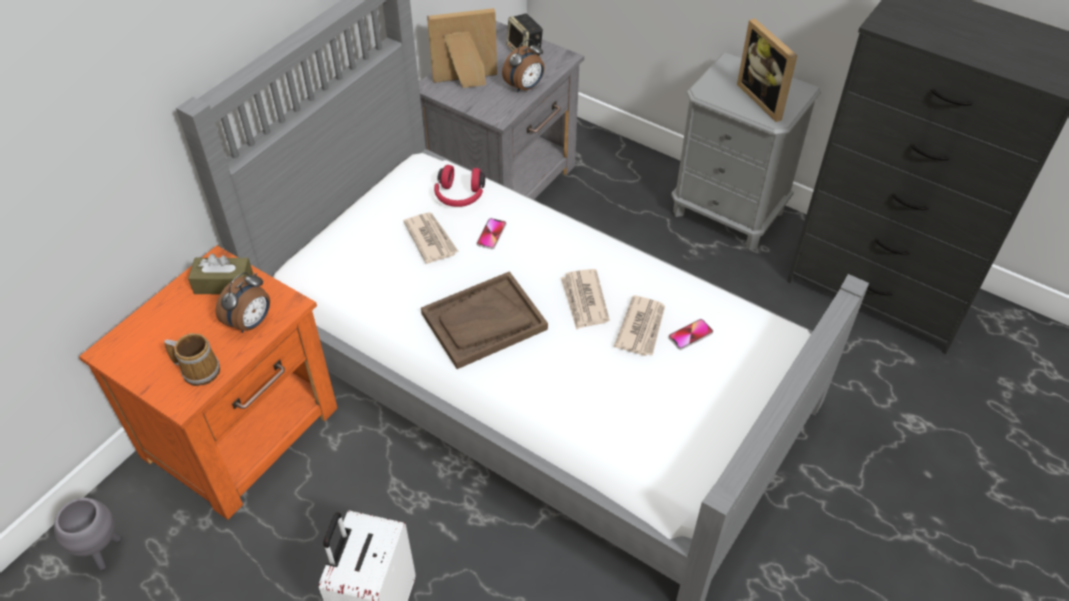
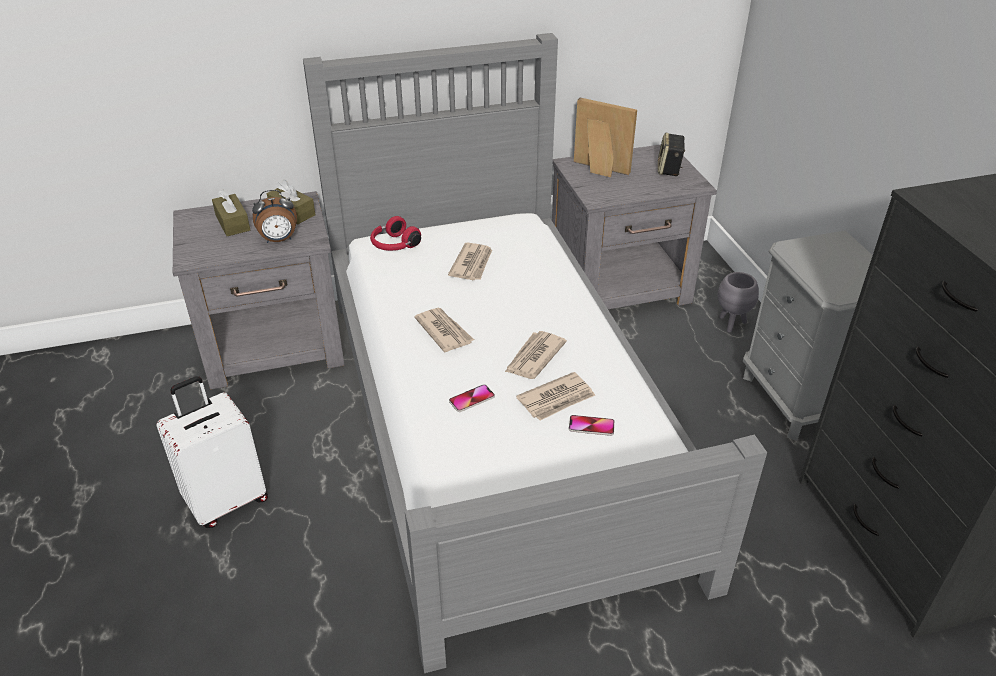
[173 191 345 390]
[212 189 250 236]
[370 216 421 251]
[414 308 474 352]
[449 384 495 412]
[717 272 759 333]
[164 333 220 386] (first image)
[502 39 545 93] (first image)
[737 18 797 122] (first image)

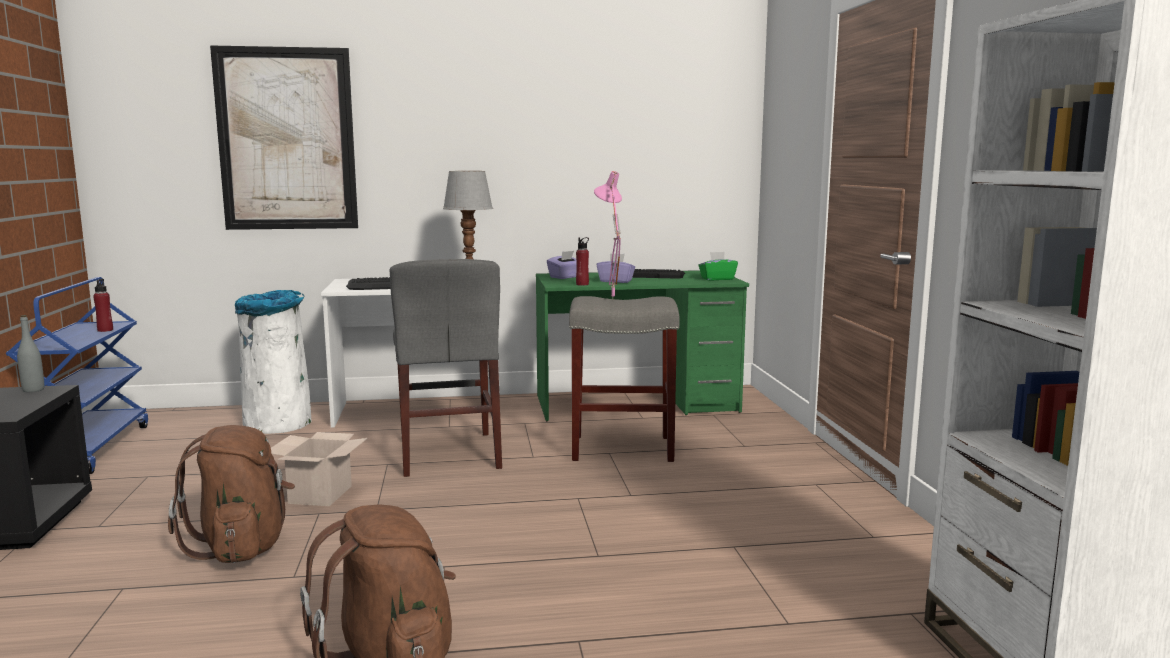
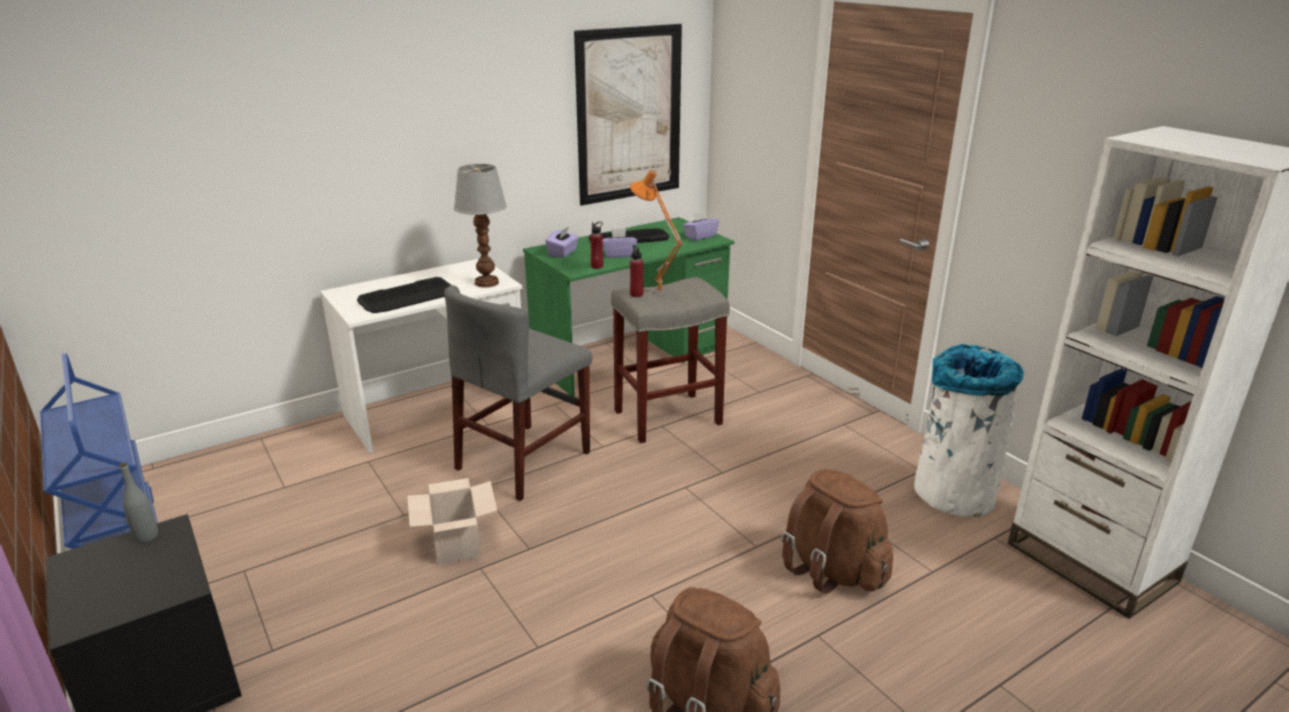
[444 285 592 501]
[574 24 682 206]
[630 170 683 294]
[630 245 644 297]
[683 210 719 241]
[782 469 893 594]
[914 344 1024 517]

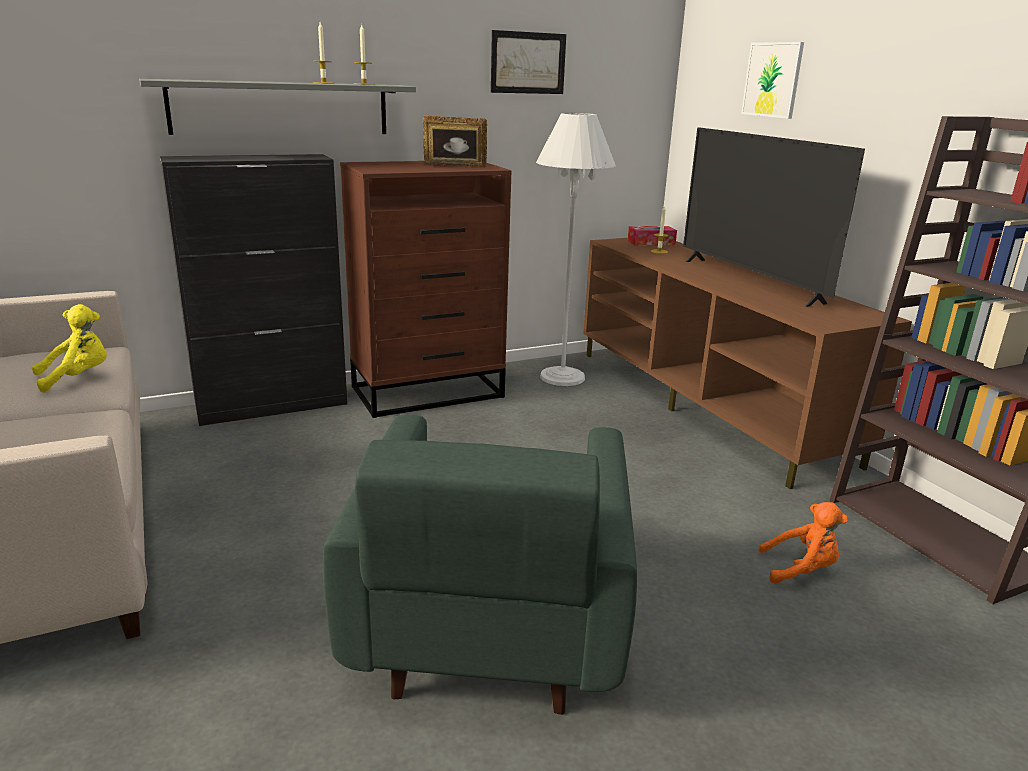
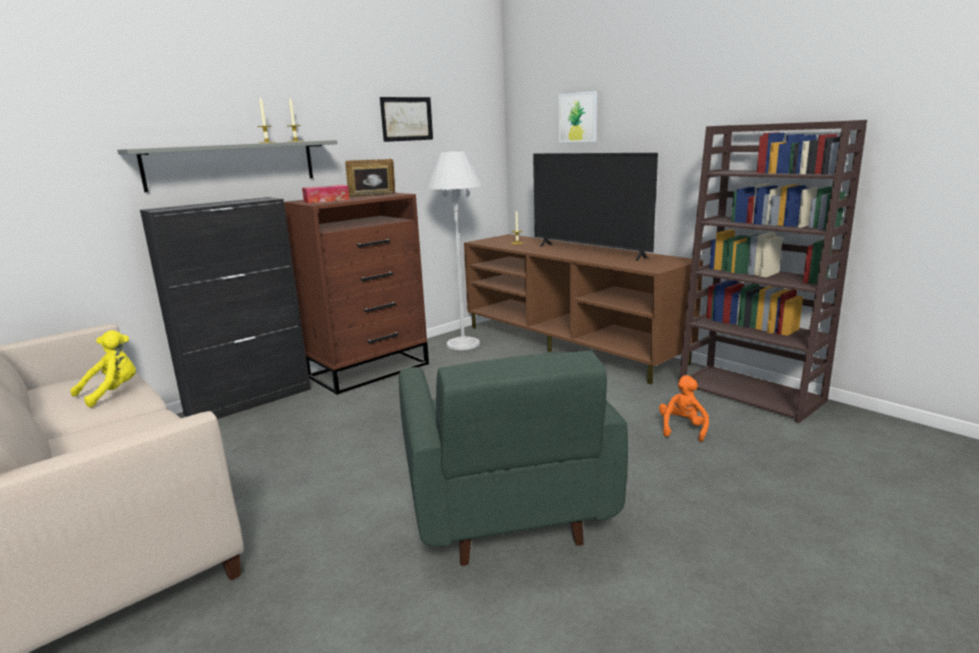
[302 185 349 204]
[659 375 709 442]

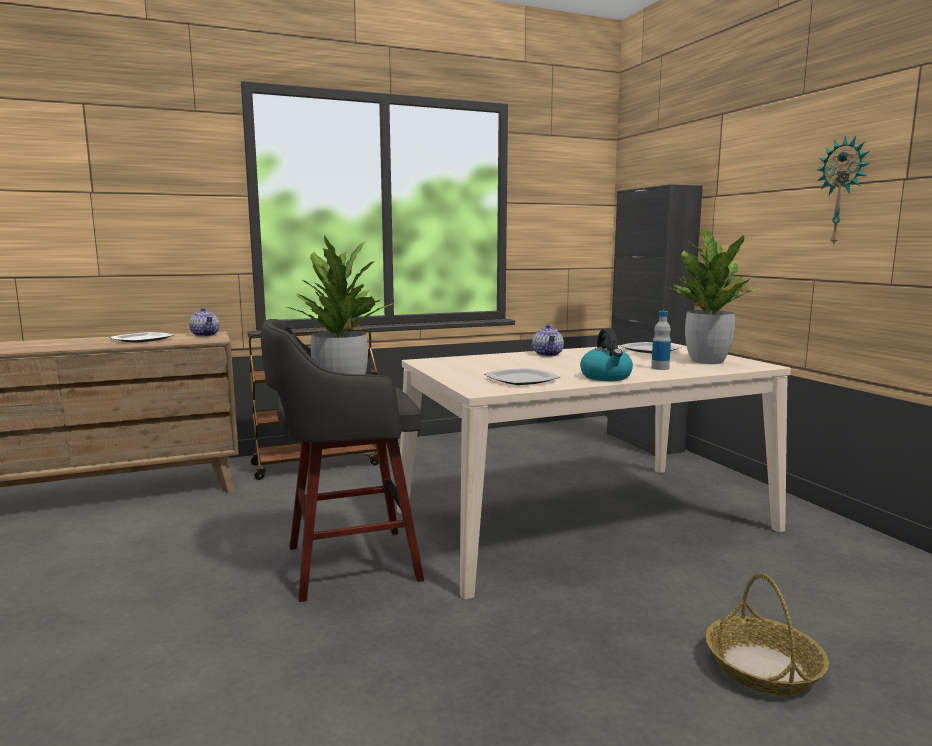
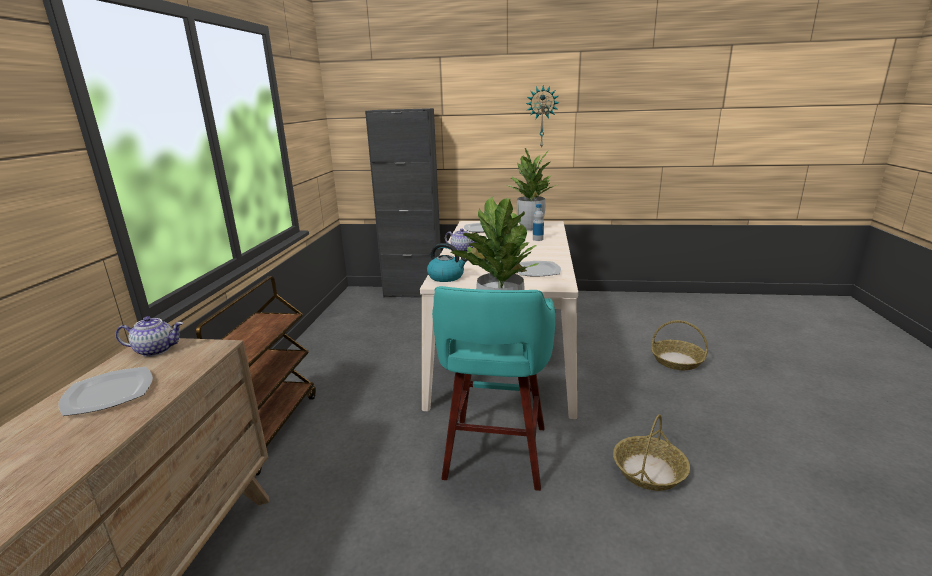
[427 243 467 282]
[432 286 555 491]
[613 414 690 491]

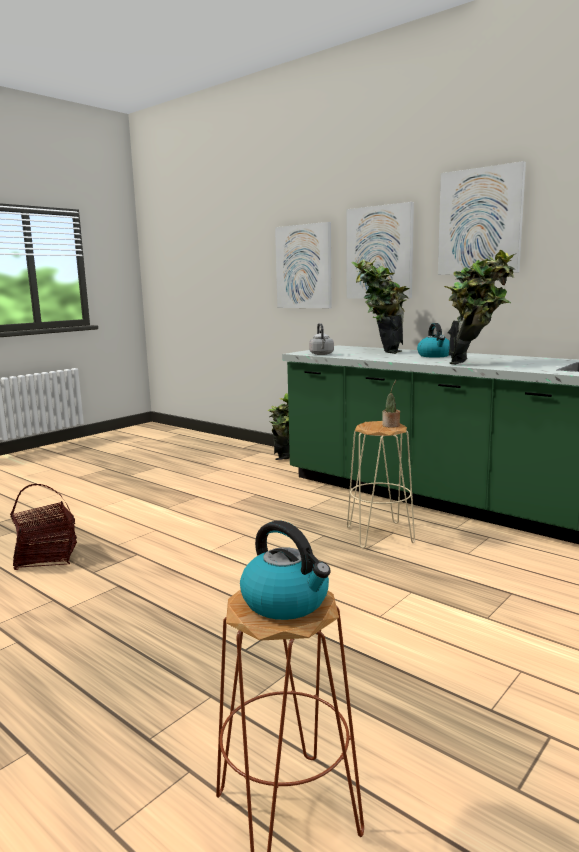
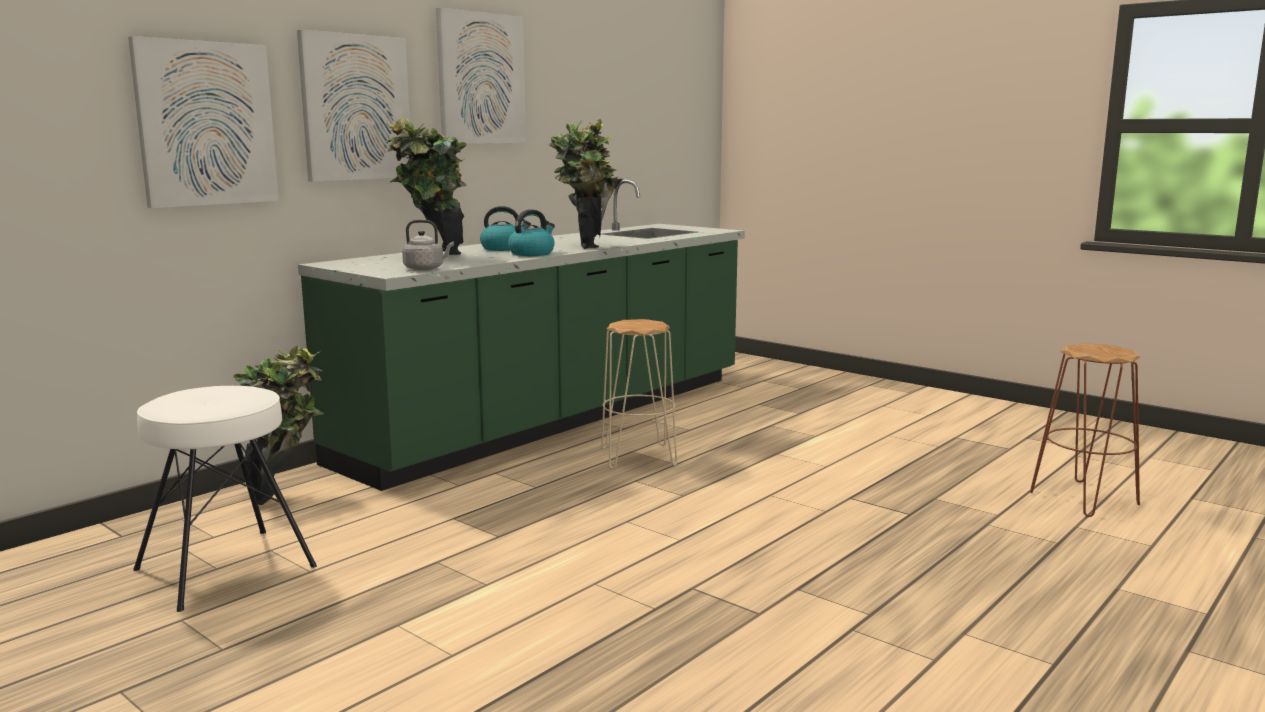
[133 386 317 612]
[508 209 555 256]
[10 484 77 570] (first image)
[382 380 400 428] (first image)

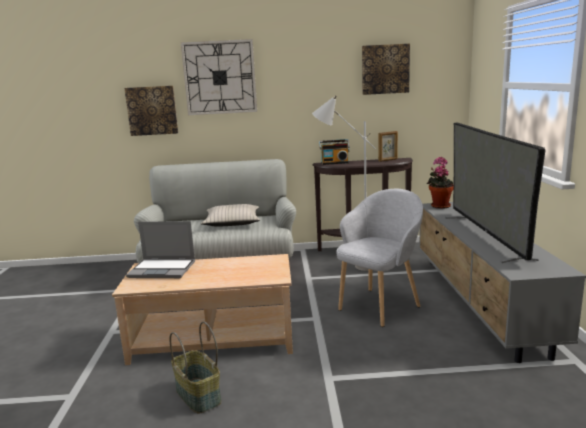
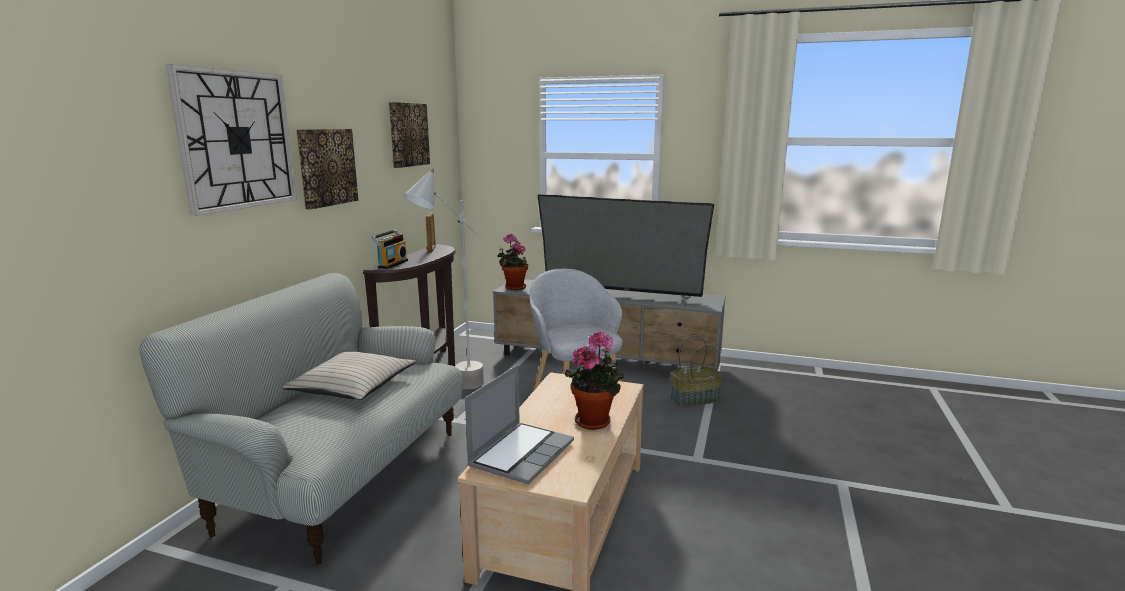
[296 129 358 209]
[565 331 624 429]
[670 335 723 407]

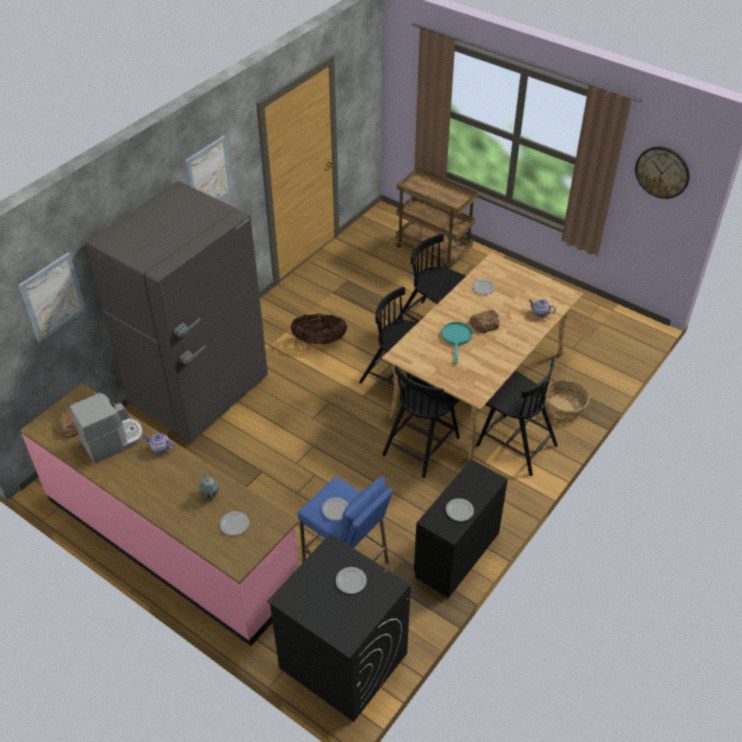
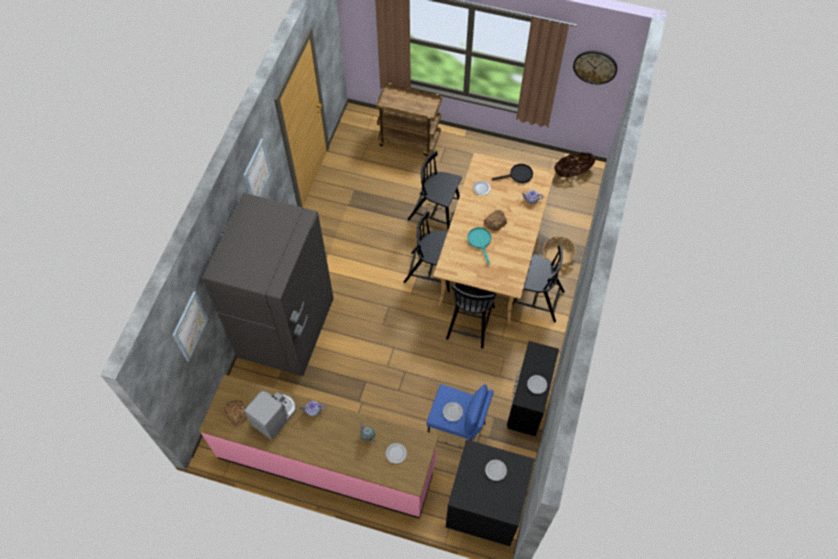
[492 164 533 183]
[554 152 595 177]

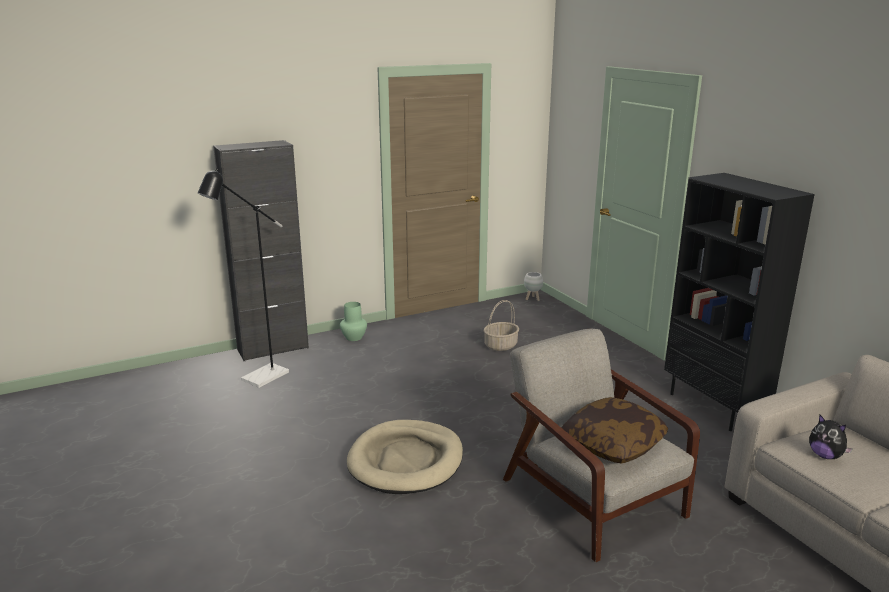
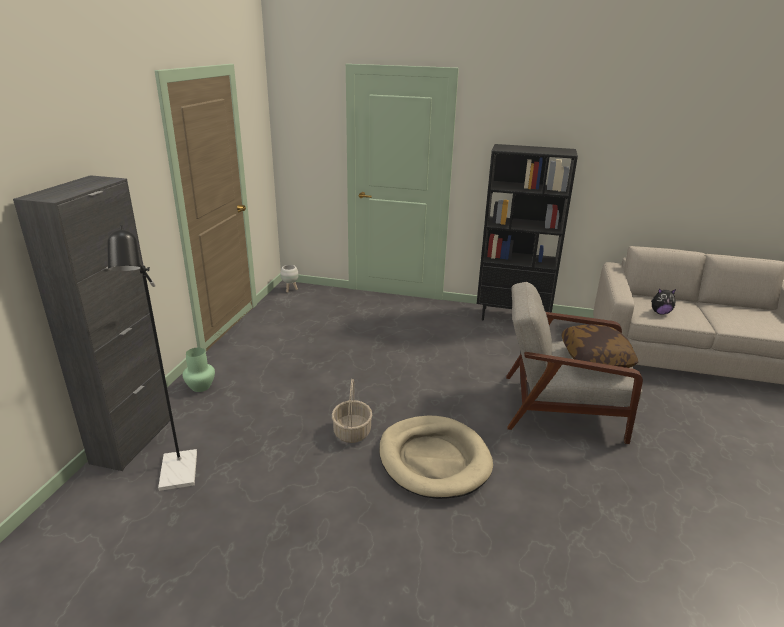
[332 379 372 443]

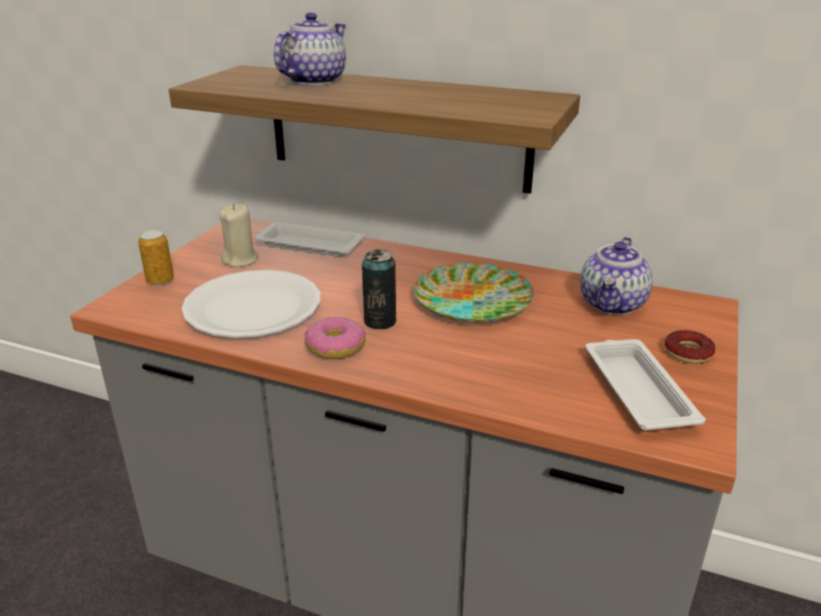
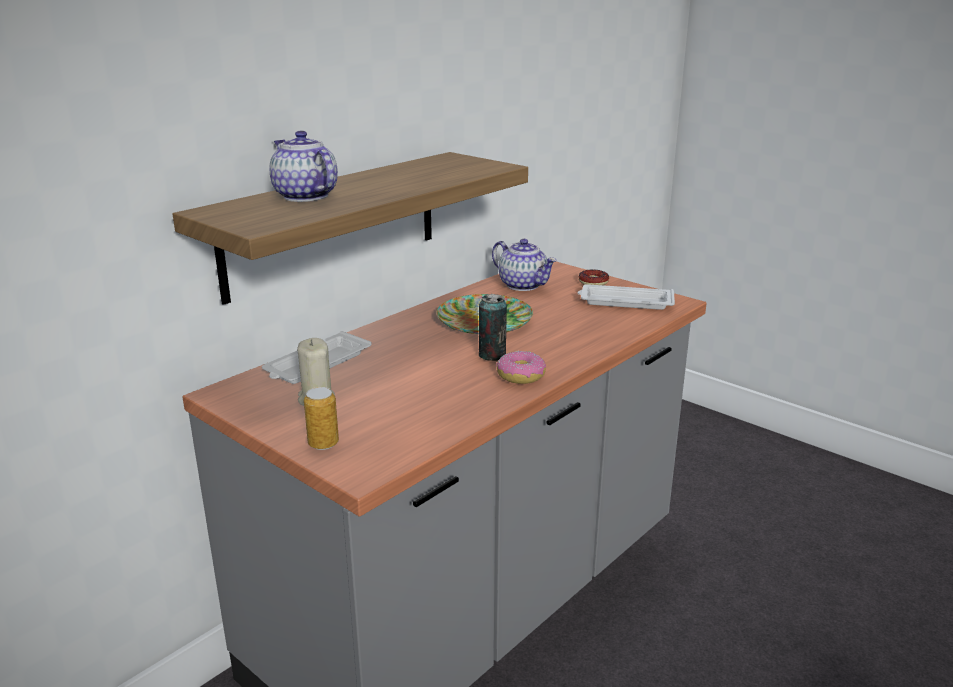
[182 270 320 338] (first image)

